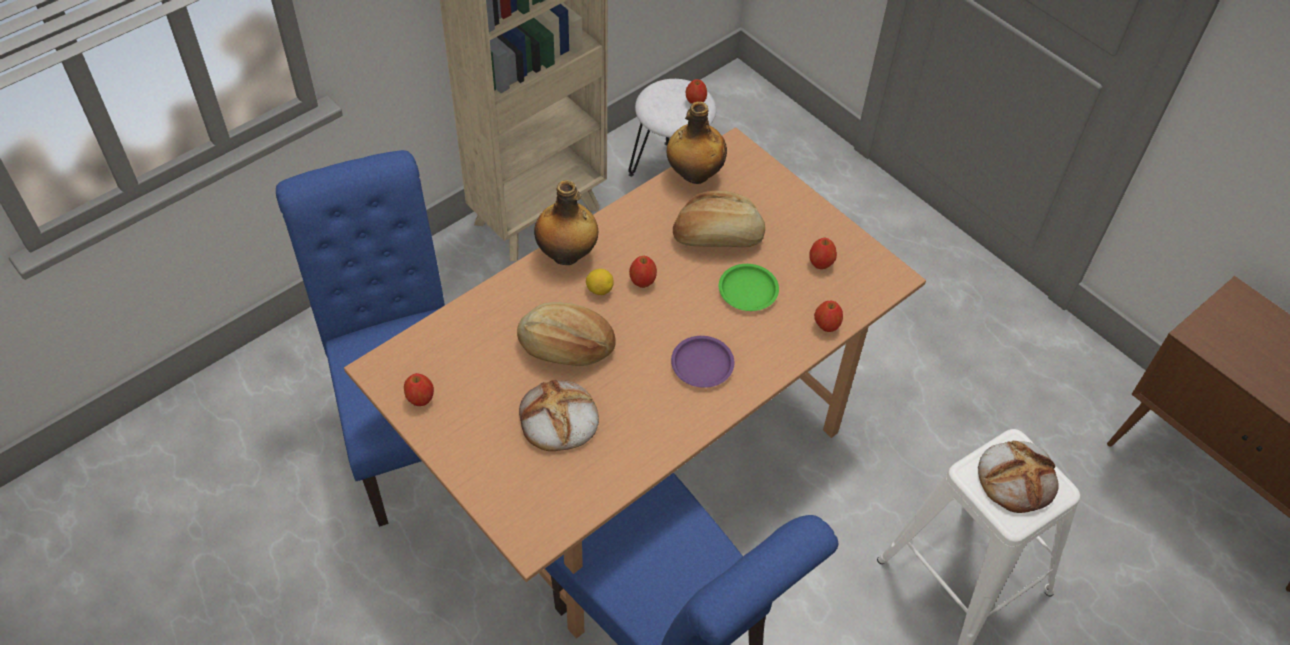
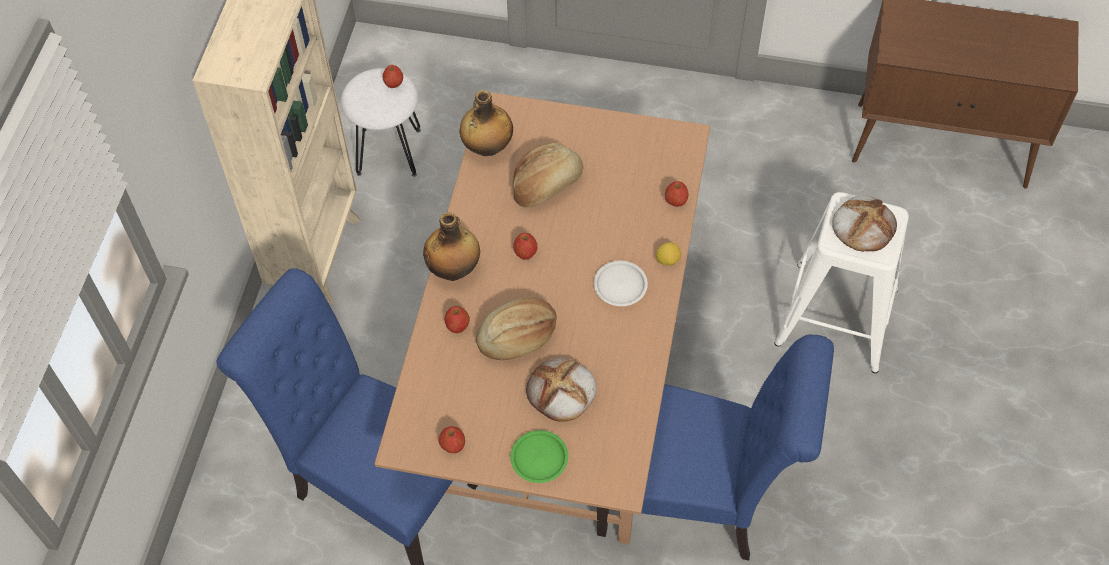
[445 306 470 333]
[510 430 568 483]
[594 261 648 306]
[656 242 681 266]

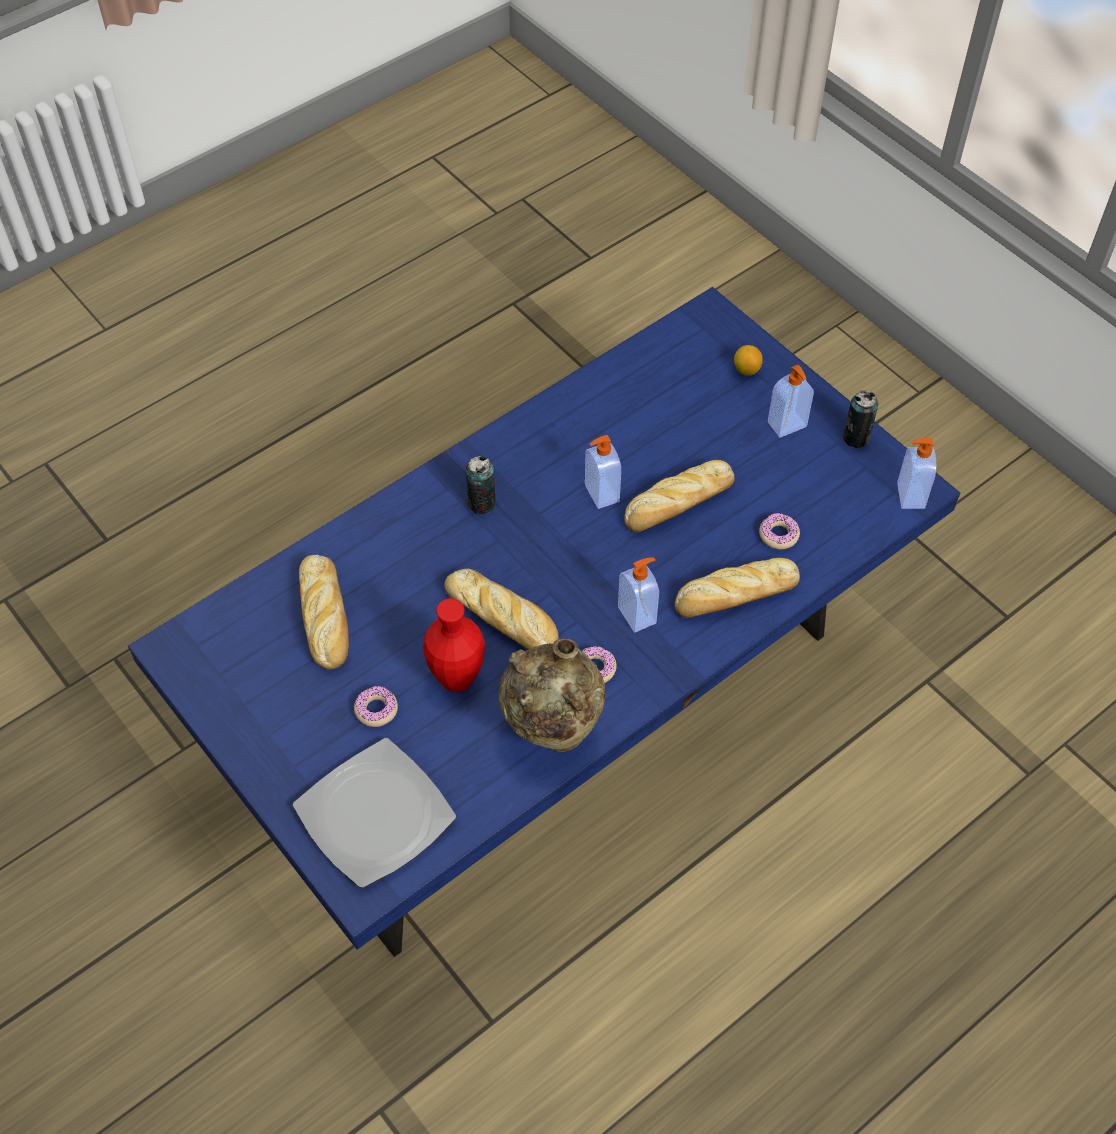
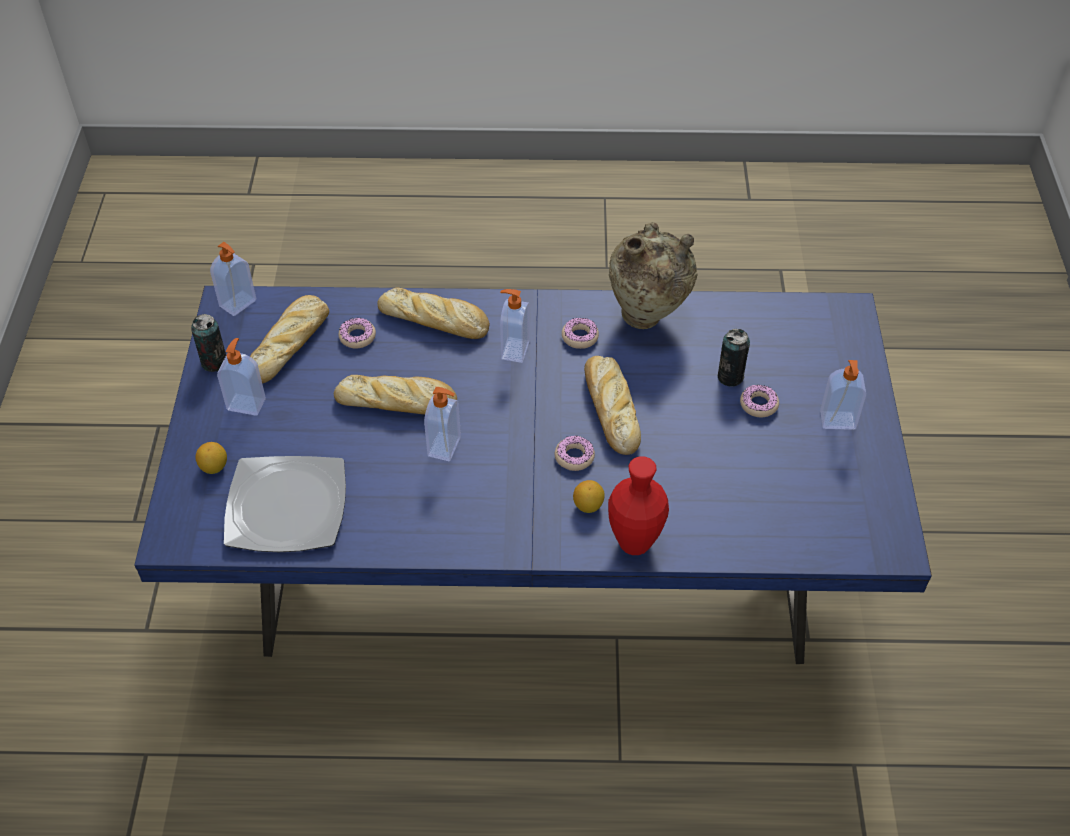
[224 456 346 552]
[250 295 329 383]
[555 436 595 471]
[573 480 605 513]
[608 456 669 555]
[718 329 750 387]
[820 360 866 430]

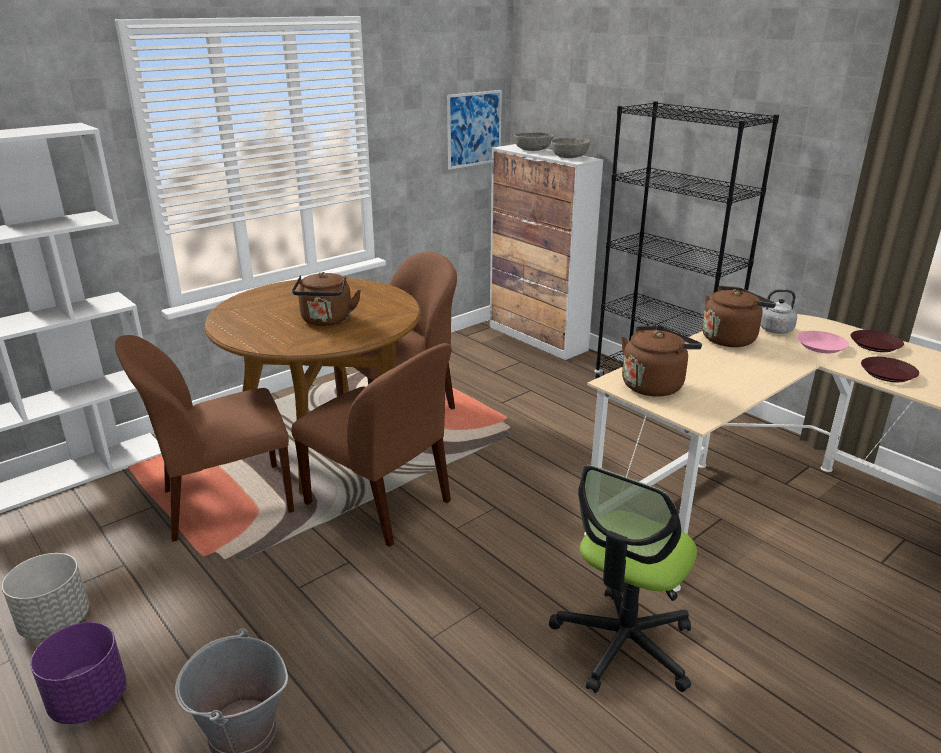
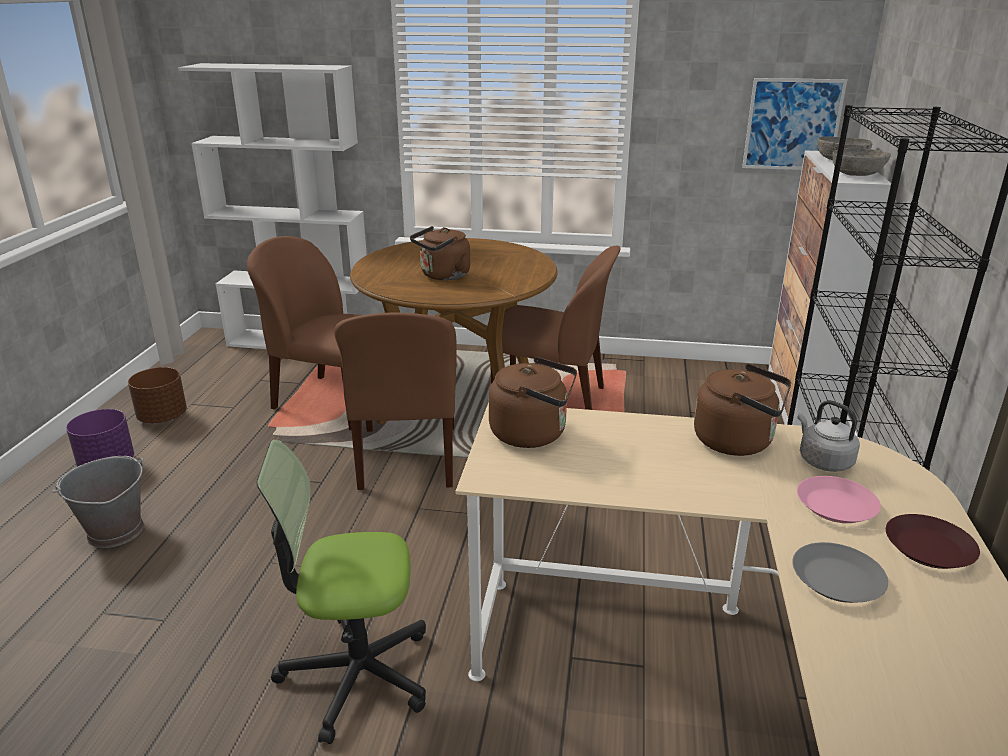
[128 367 187 423]
[792 542 888 603]

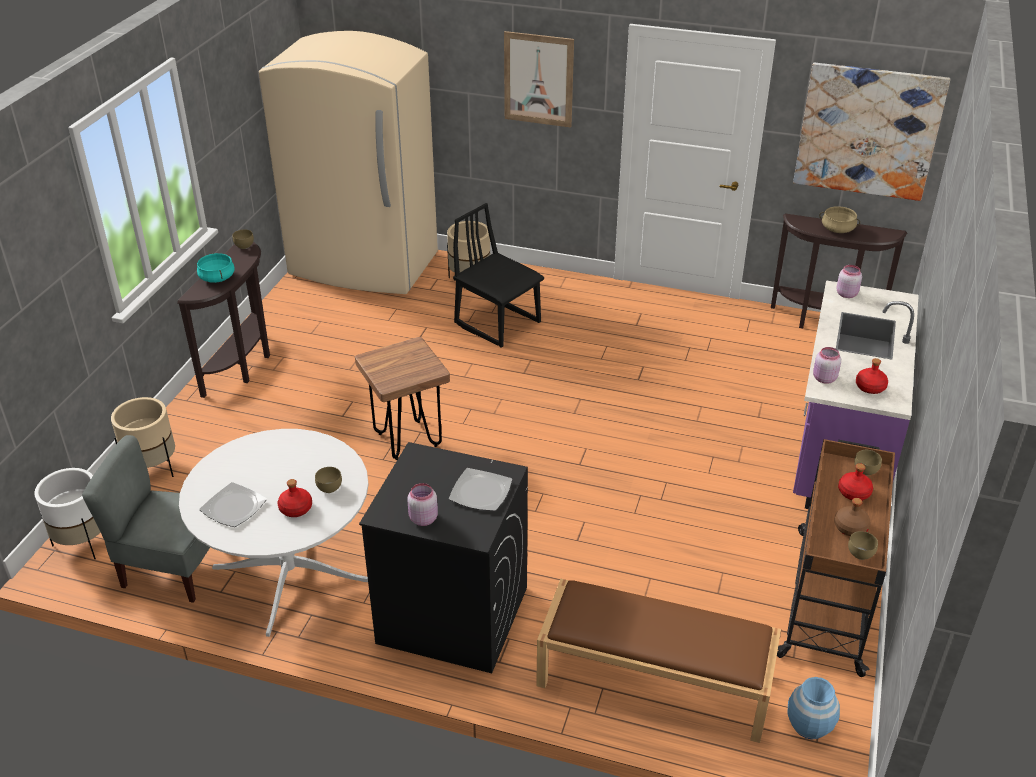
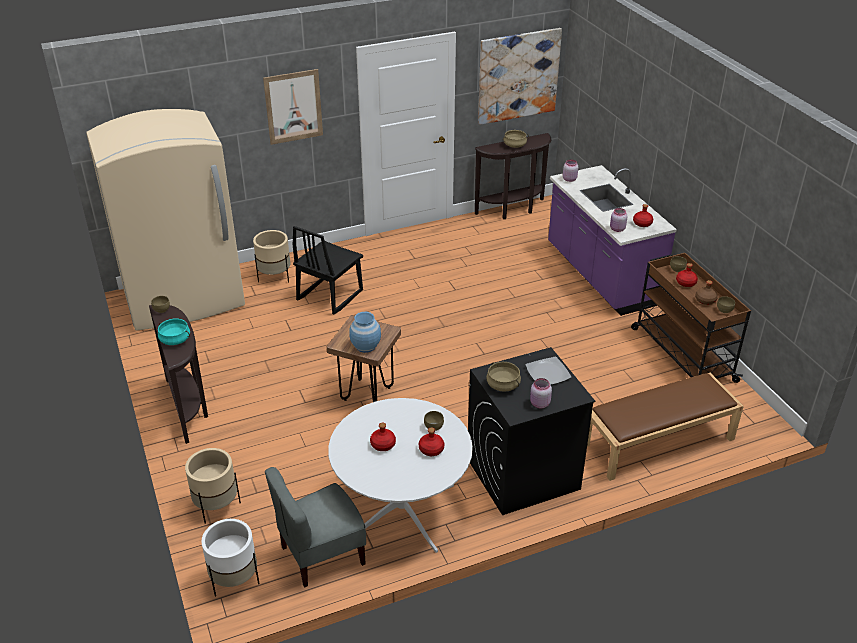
[293 226 363 314]
[349 312 381 353]
[370 423 396 451]
[486 362 521 392]
[199 482 267 527] (first image)

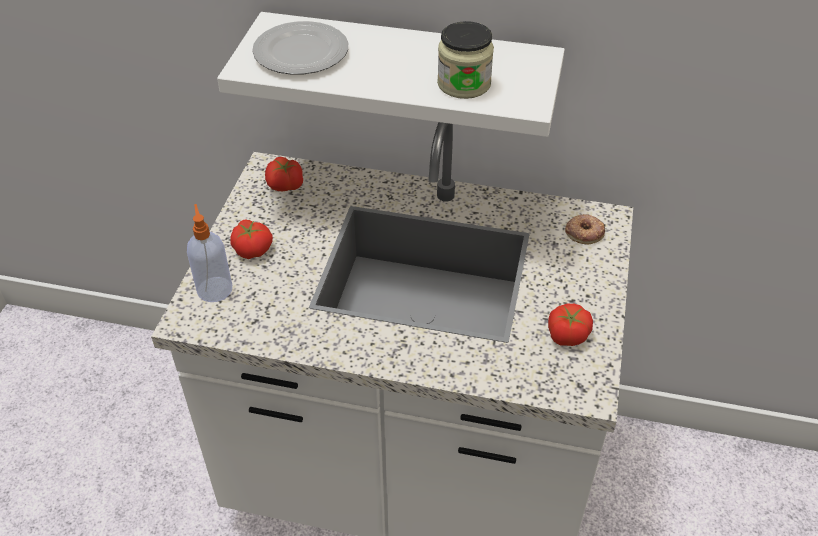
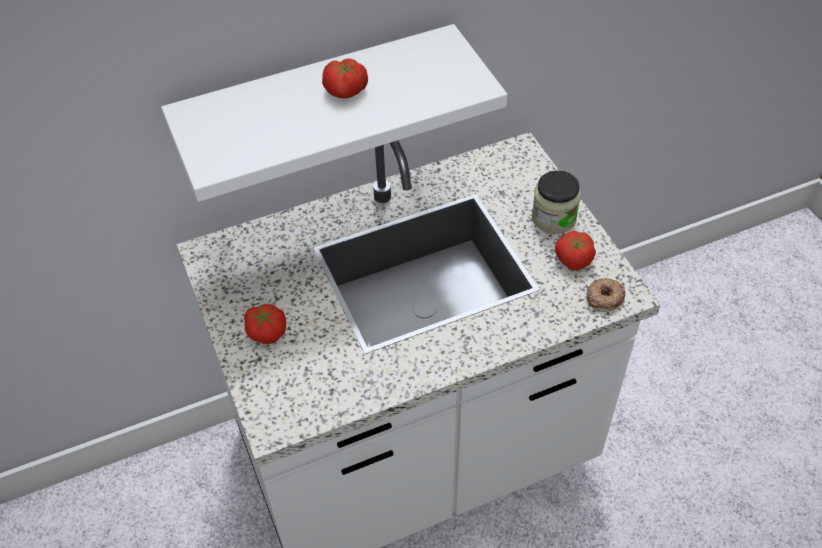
[322 58 368 99]
[532 170 581 234]
[587 278 625 312]
[187 204 232 302] (first image)
[252 21 348 75] (first image)

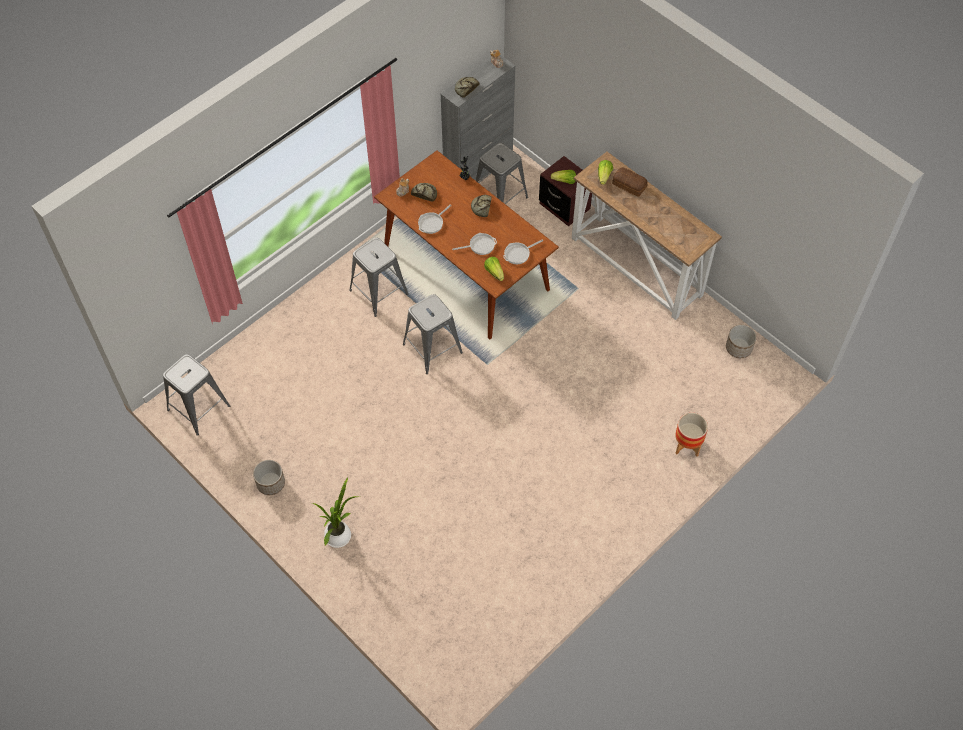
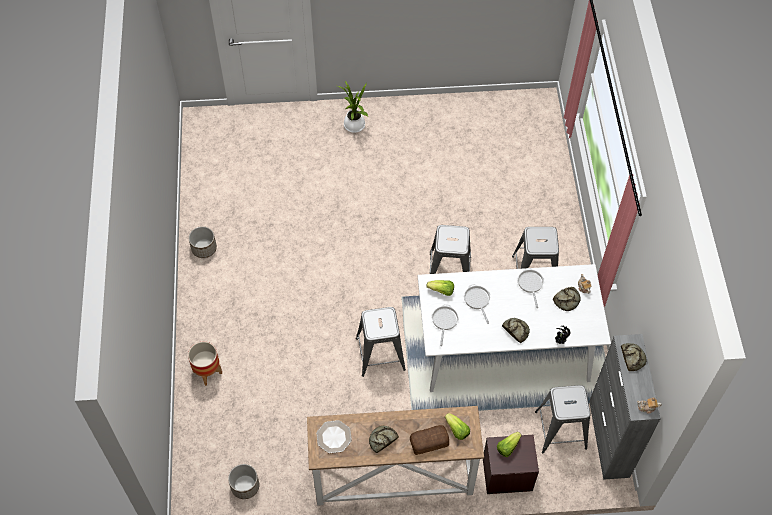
[188 226 217 258]
[316 420 352 453]
[356 307 406 377]
[369 426 399 453]
[418 264 611 392]
[464 284 490 324]

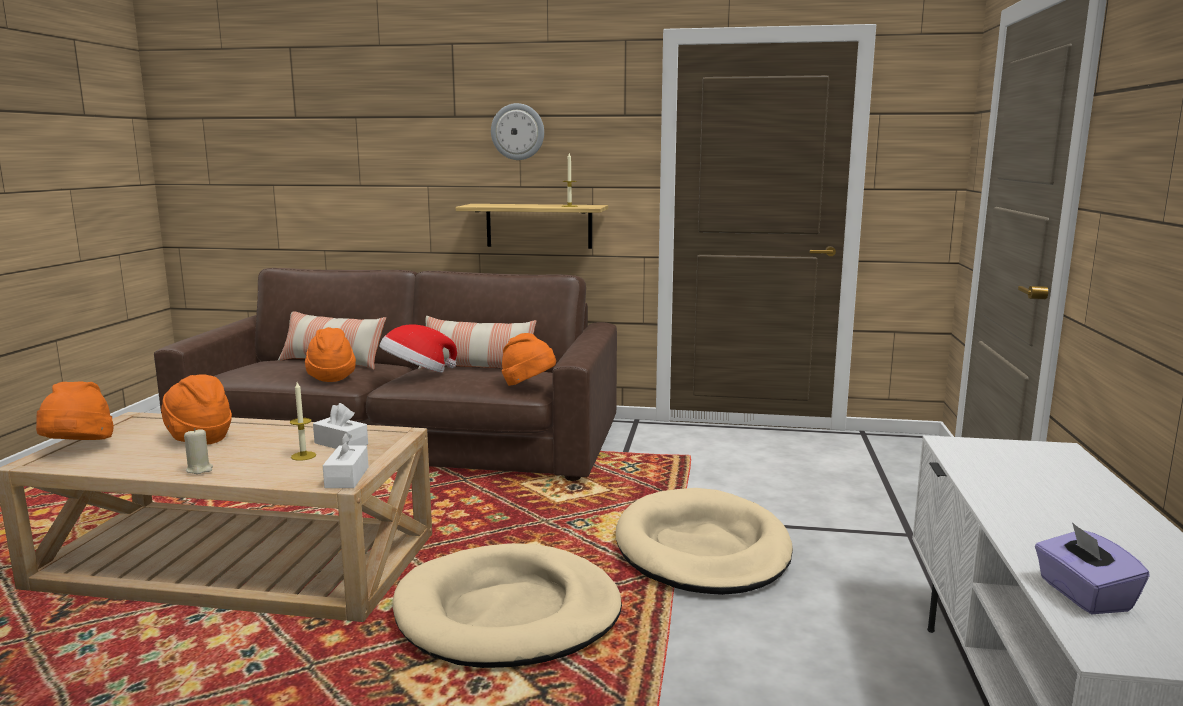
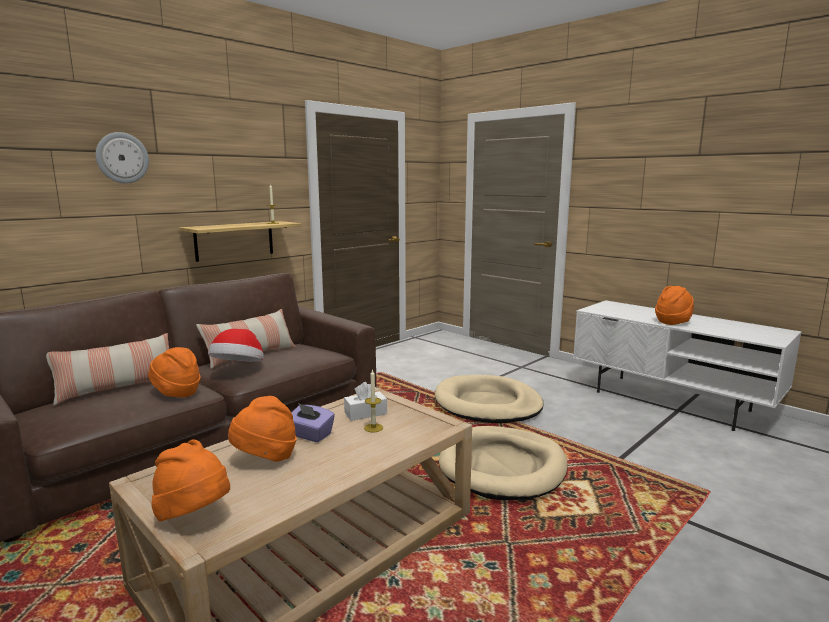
[96 132 149 184]
[291 403 335 442]
[655 286 694 325]
[184 428 213 474] (first image)
[323 432 368 488] (first image)

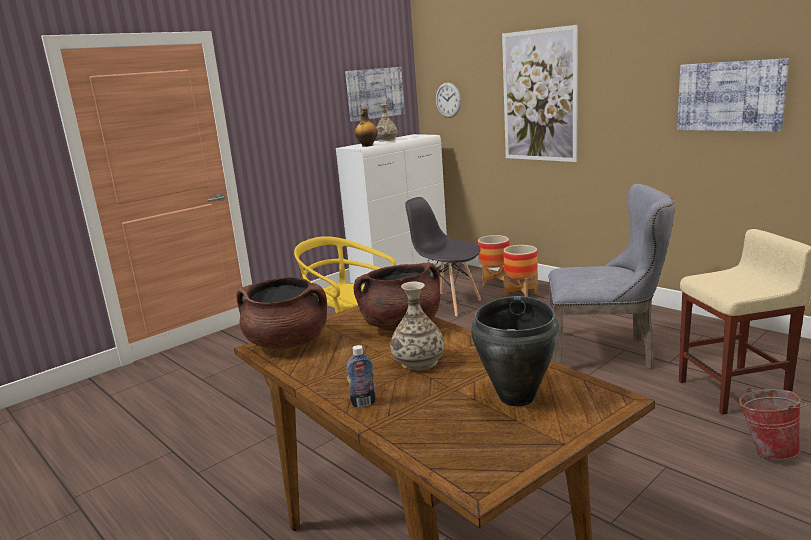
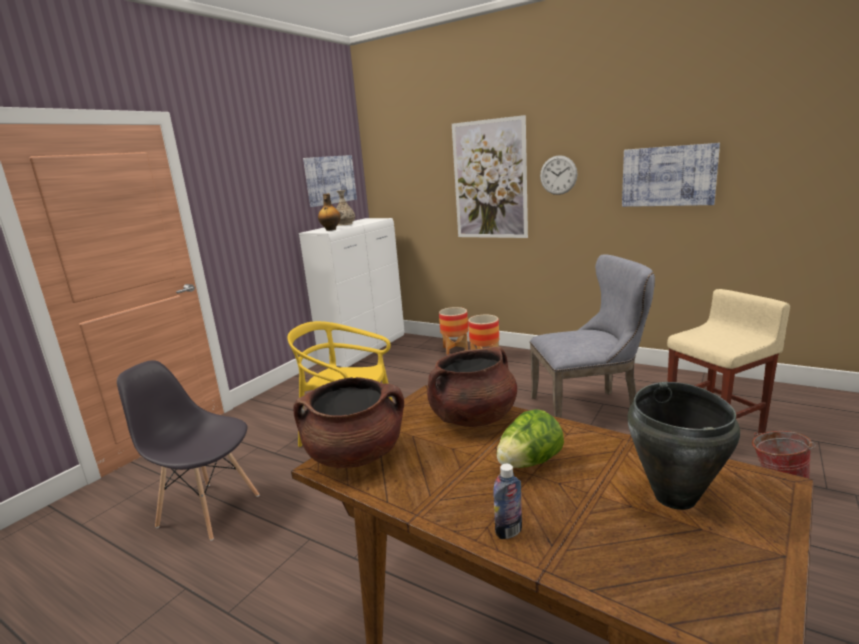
[117 360 260 541]
[496 409 564 468]
[540 155 578 195]

